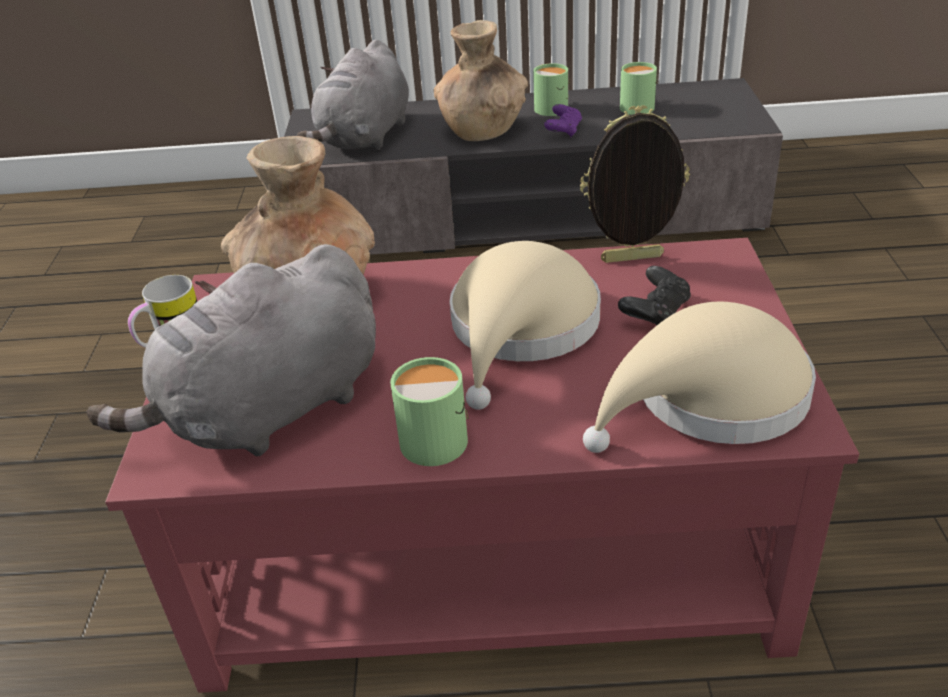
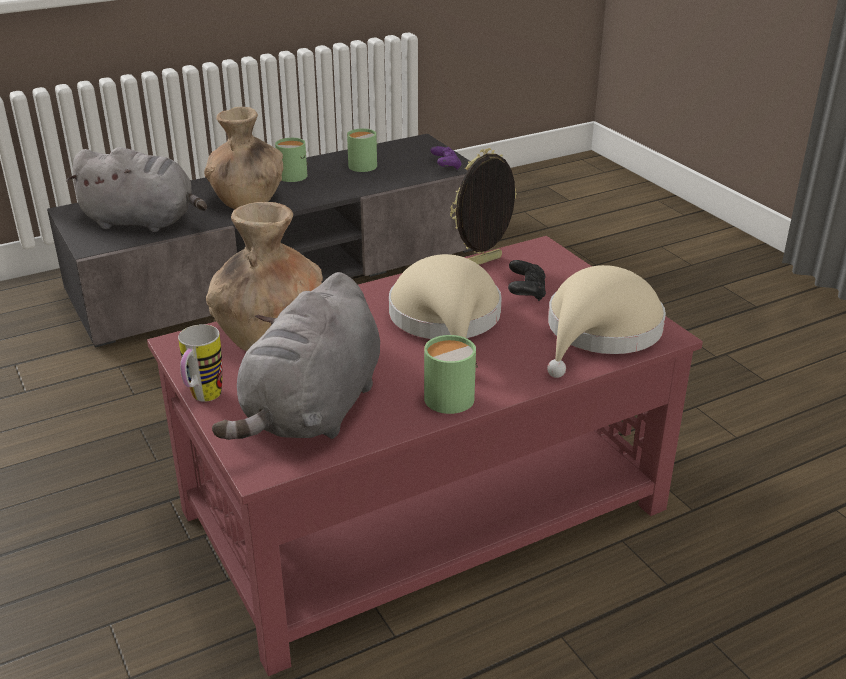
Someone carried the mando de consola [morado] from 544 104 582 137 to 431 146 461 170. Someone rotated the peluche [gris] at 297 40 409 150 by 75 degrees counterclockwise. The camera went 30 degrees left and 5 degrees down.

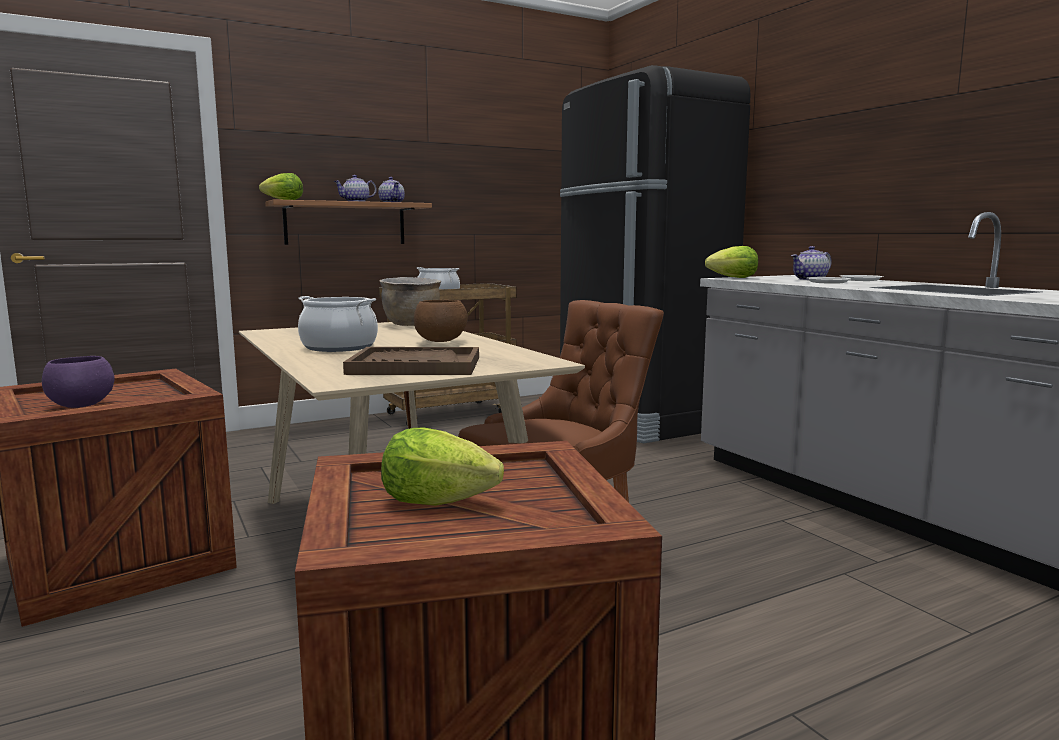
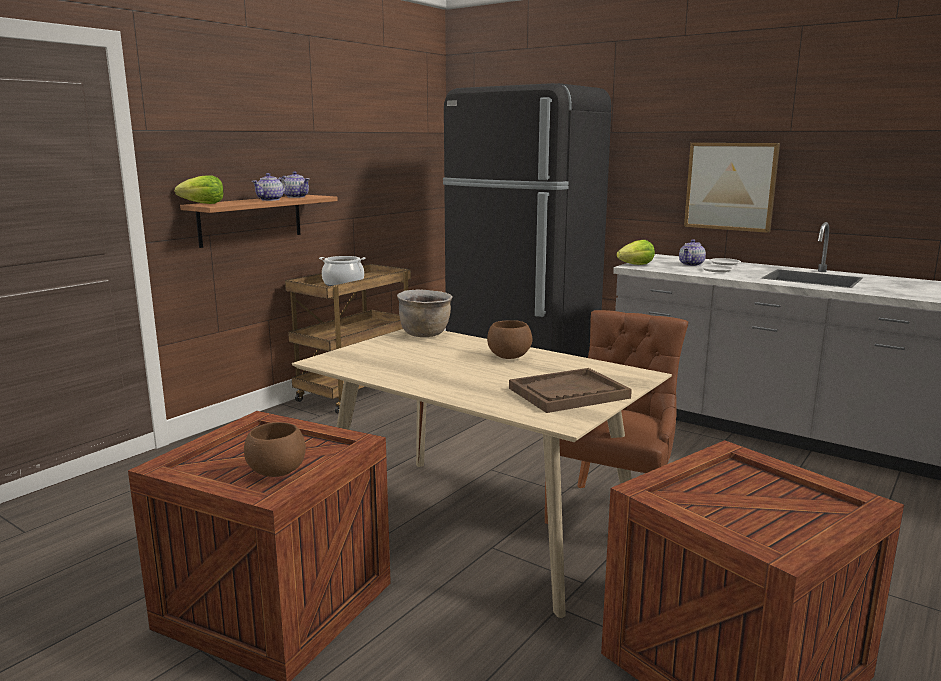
Someone took away the olla at 298 296 378 352. Someone took away the lechuga at 381 427 504 506. Someone put up the cuadro at 684 143 780 233. Someone repainted the cuenco [morado] at 42 356 115 408, which became the cuenco [marrón] at 244 422 306 477. The camera went 25 degrees left and 5 degrees up.

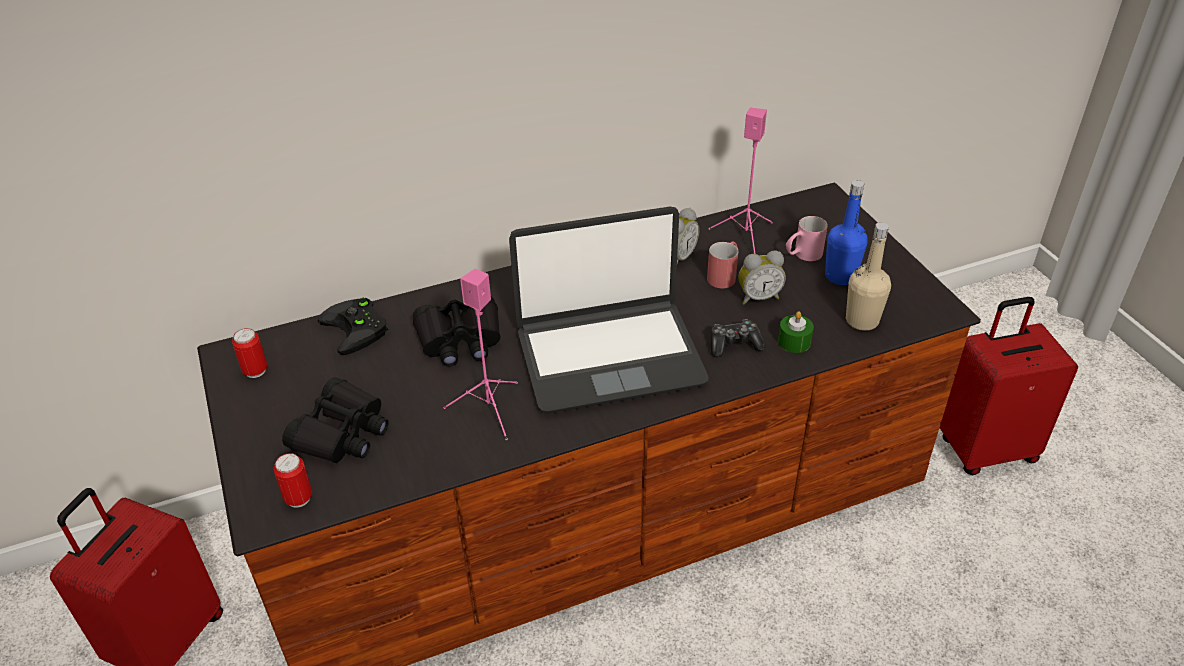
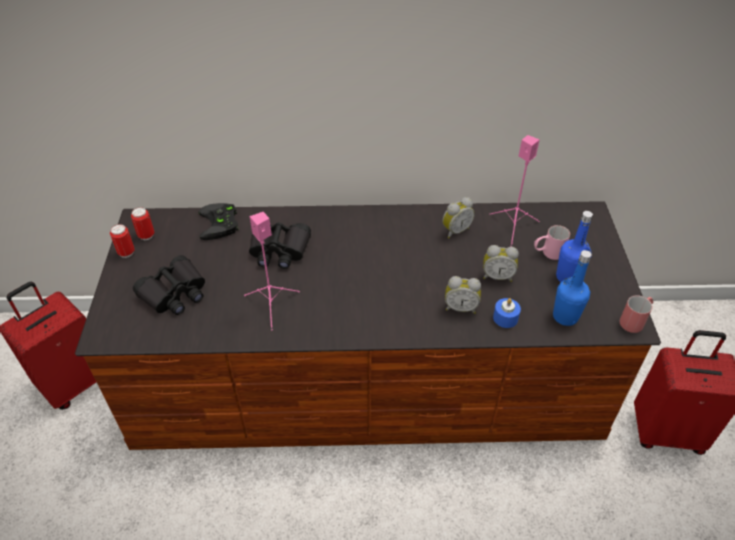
Someone took away the portátil at 509 207 709 414. Someone carried the lata from 273 453 312 508 to 110 224 135 258. Someone carried the taza grande [rojo] from 707 241 738 288 to 619 295 653 333. Someone swapped the mando de consola at 711 319 765 357 for the despertador at 445 276 481 314. Someone repainted the vela [verde] at 778 311 814 353, which became the vela [azul] at 493 298 521 328. Someone repainted the botella [beis] at 846 222 891 331, which became the botella [azul] at 553 250 592 326. The camera went 20 degrees right and 5 degrees up.

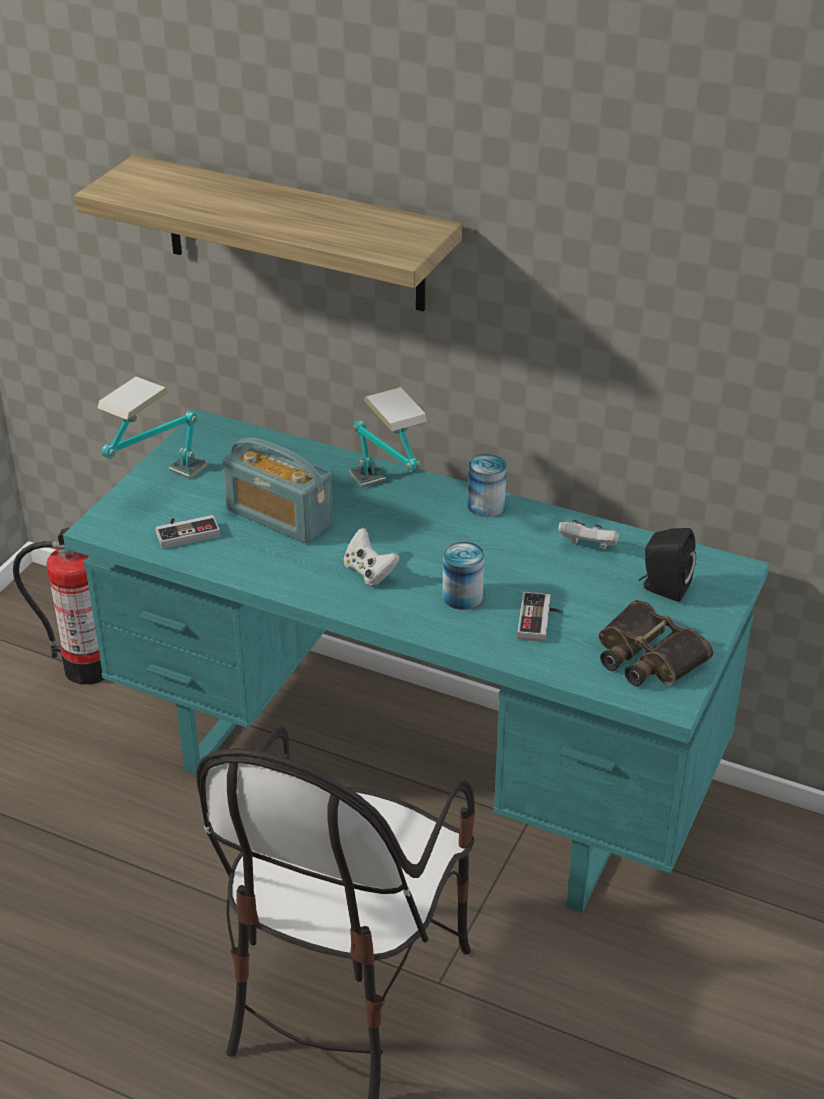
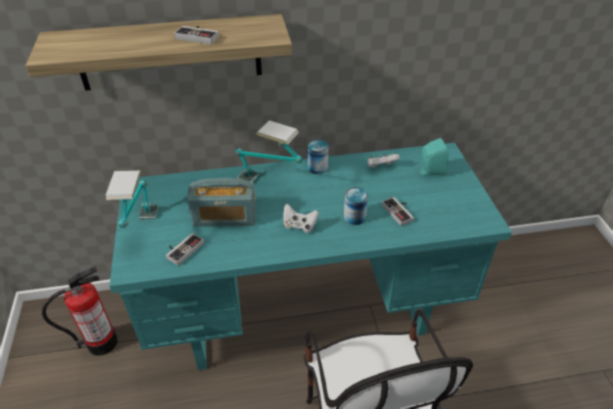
Someone took away the prismáticos at 598 600 713 686. Someone put down the mando de consola at 174 26 219 44. Someone repainted the altavoz [negro] at 639 528 696 602, which became the altavoz [turquesa] at 419 138 449 176. The camera went 35 degrees left and 5 degrees up.

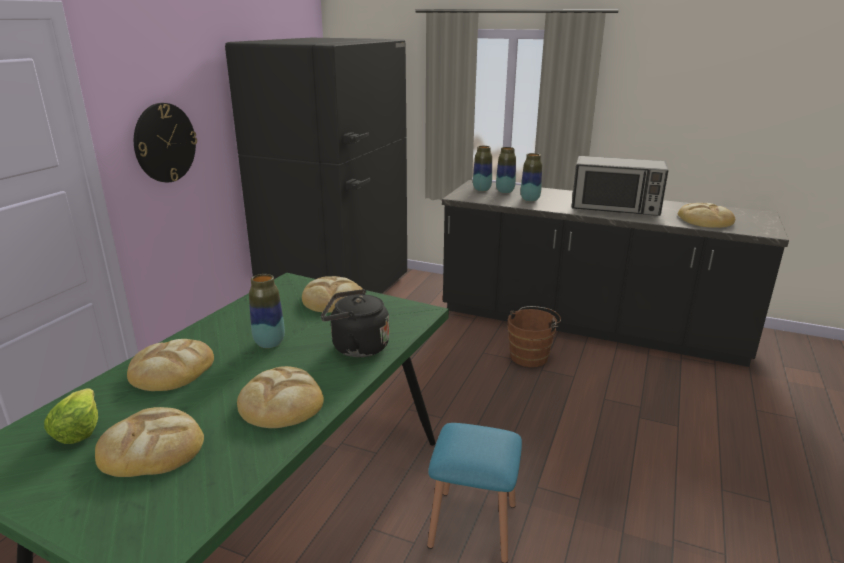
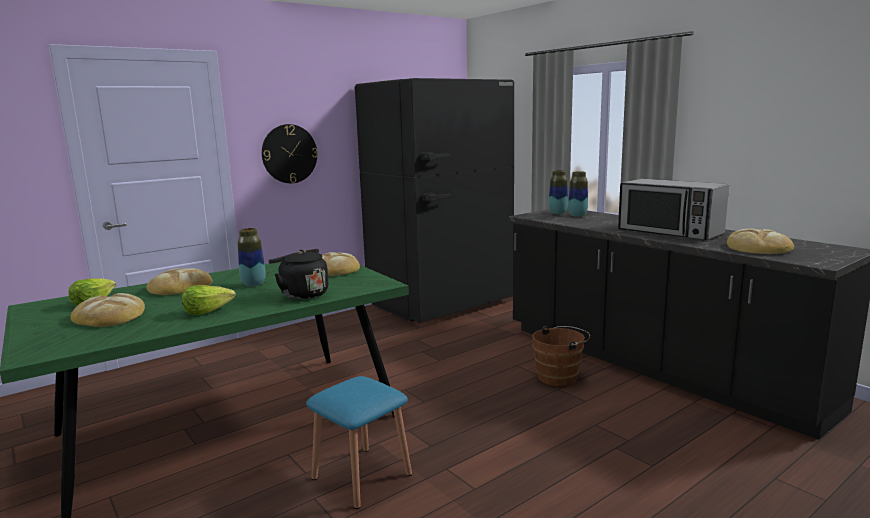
Someone took away the florero at 521 153 542 202. Someone swapped the pan at 237 366 324 428 for the lechuga at 182 285 236 315. The camera went 30 degrees right and 10 degrees down.

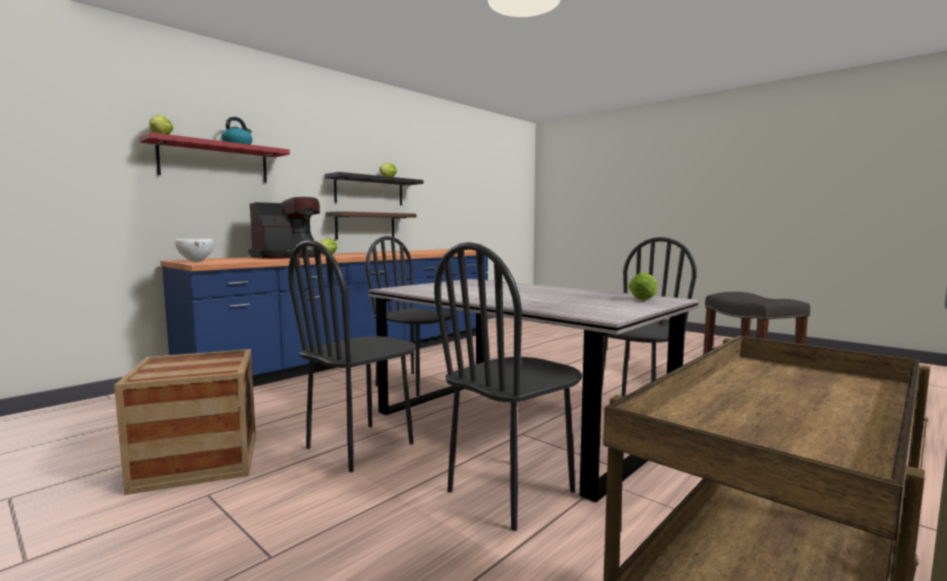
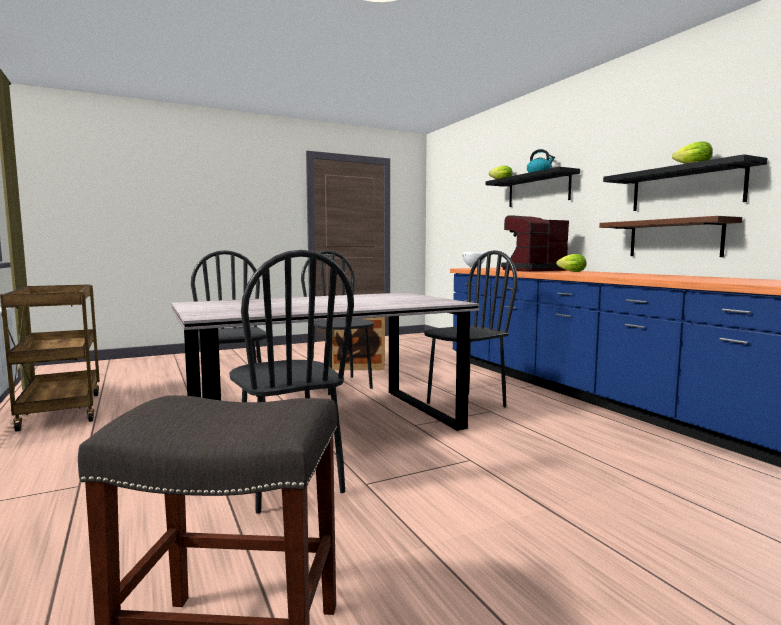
Someone took away the lechuga at 629 272 657 300. Someone repainted the estante [rojo] at 139 132 290 182, which became the estante [negro] at 486 167 580 207. Someone rotated the cafetera at 248 197 323 259 by 90 degrees clockwise. The camera went 110 degrees right and 0 degrees up.

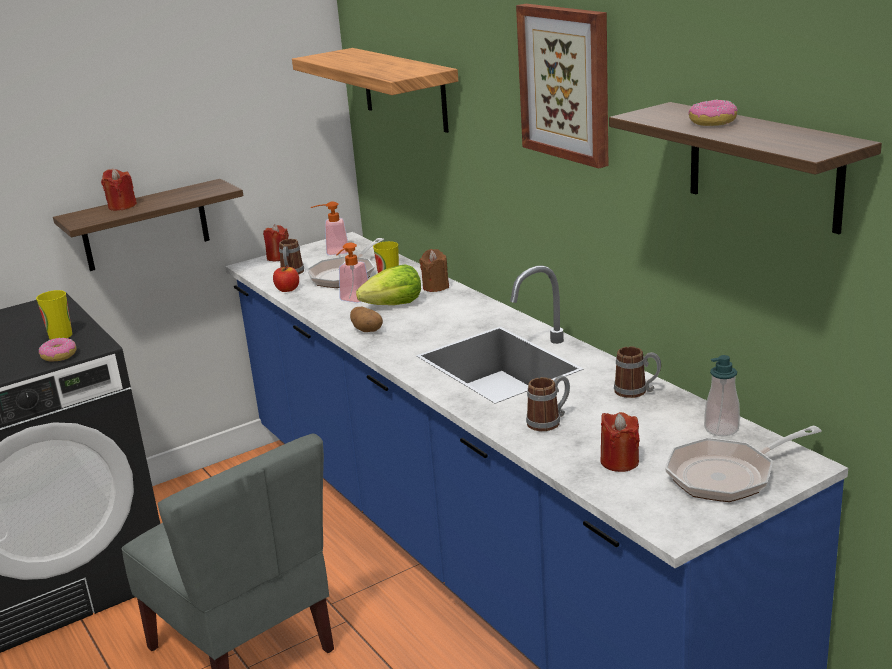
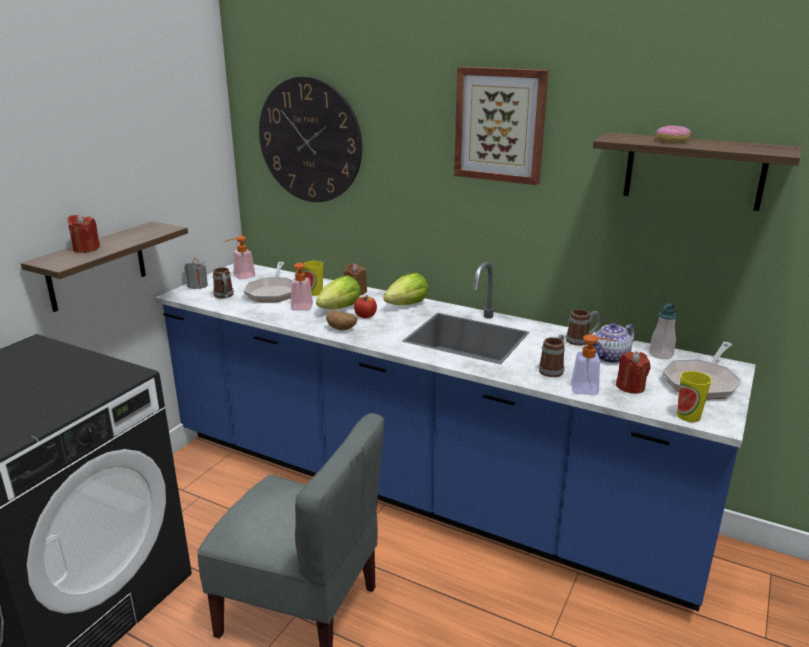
Someone took away the rosquilla at 39 338 77 361. Someone put down the lechuga at 383 273 429 305. Someone put down the dispensador de jabón at 571 334 617 395. Someone put down the tetera at 592 323 635 363. Someone carried the taza from 36 290 72 339 to 677 371 712 422. Someone carried the manzana from 273 265 299 292 to 354 295 377 318. Someone swapped the estante at 292 48 458 133 for the reloj de pared at 259 76 362 202. Someone repainted the vela [rojo] at 263 224 289 261, which became the vela [gris] at 184 258 208 289. The camera went 30 degrees left and 0 degrees up.

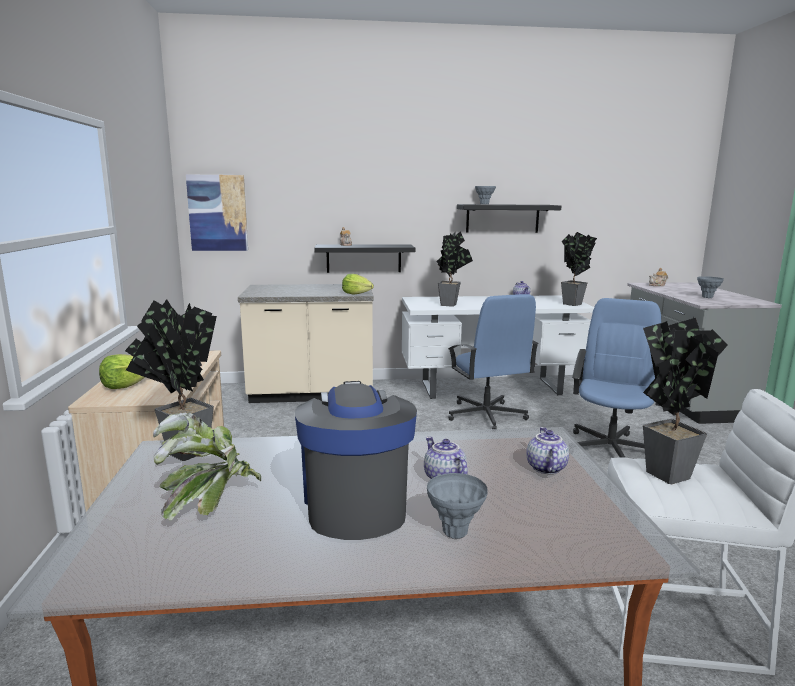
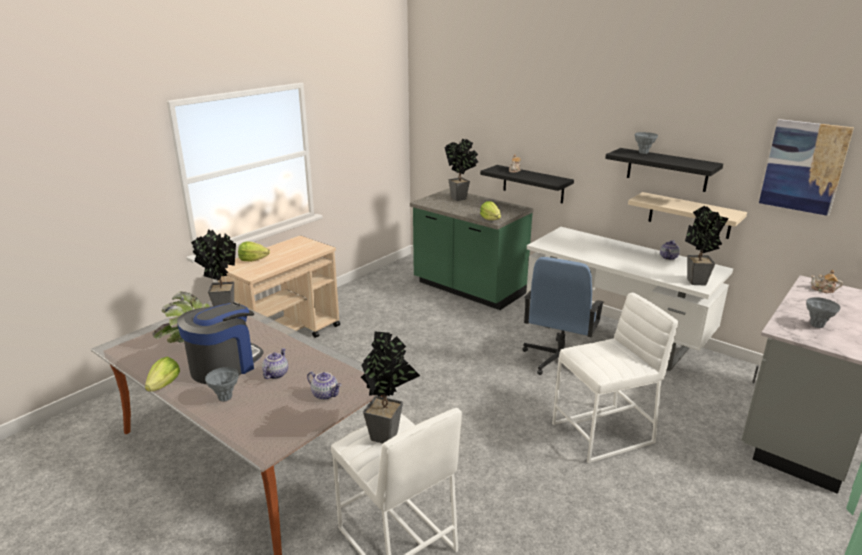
Someone put down the lechuga at 145 357 180 392. Someone put up the estante [beis] at 628 192 747 239. Someone carried the cuadro from 186 174 248 251 to 759 119 854 216. Someone carried the planta en maceta from 436 231 473 307 to 444 139 478 201. Someone swapped the silla de oficina [azul] at 572 298 661 458 for the taburete [blanco] at 552 293 678 463. Someone repainted the mueble bajo de cocina [beis] at 238 284 374 403, which became the mueble bajo de cocina [verde] at 410 189 534 310. Someone rotated the tetera at 526 427 569 474 by 75 degrees clockwise. The camera went 45 degrees right and 10 degrees up.

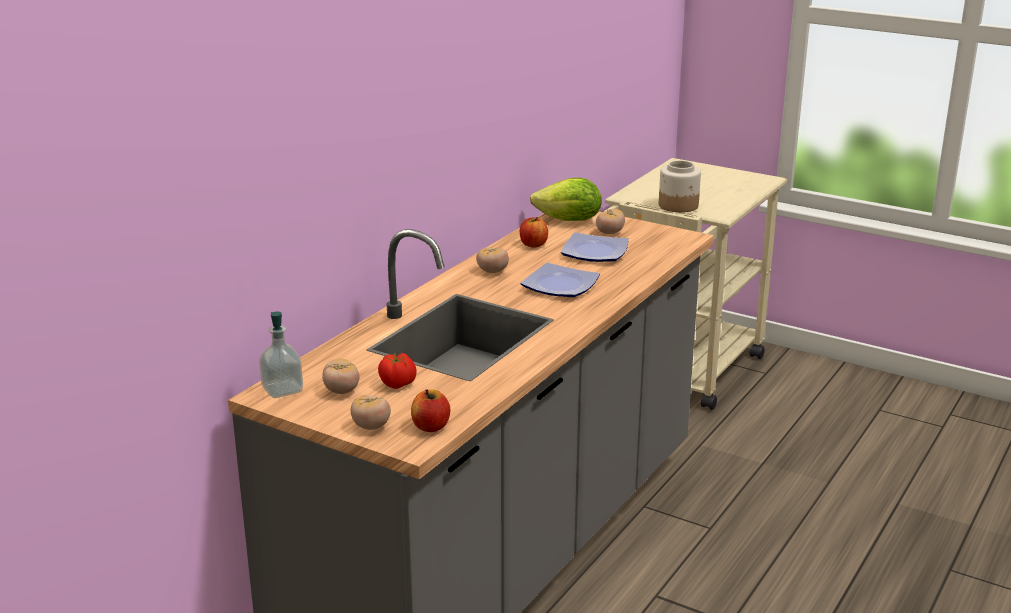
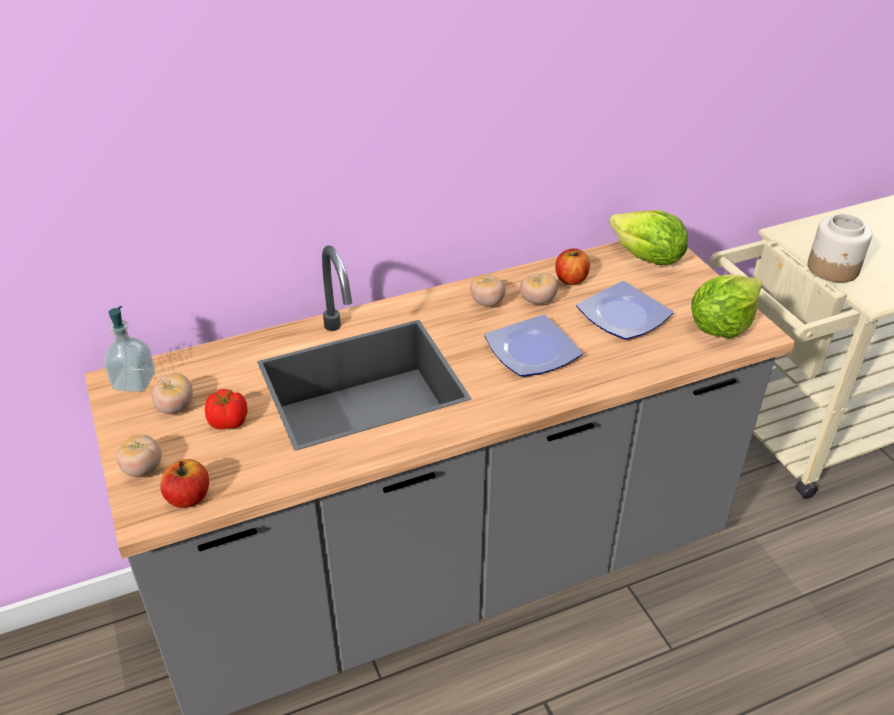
Someone put down the lechuga at 691 274 762 338. Someone carried the tomate from 596 209 625 234 to 520 273 558 304. The camera went 35 degrees right and 15 degrees up.

